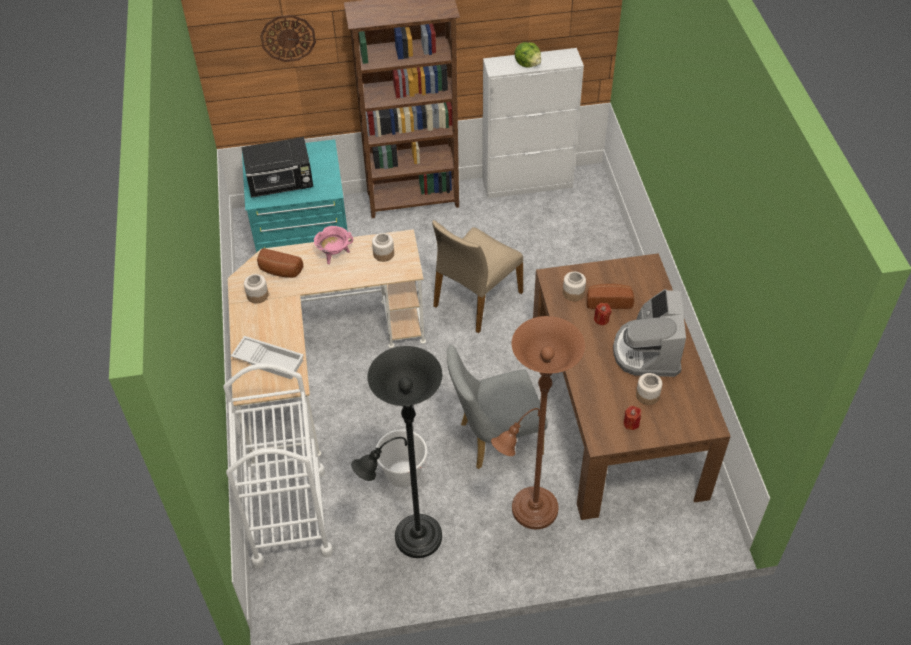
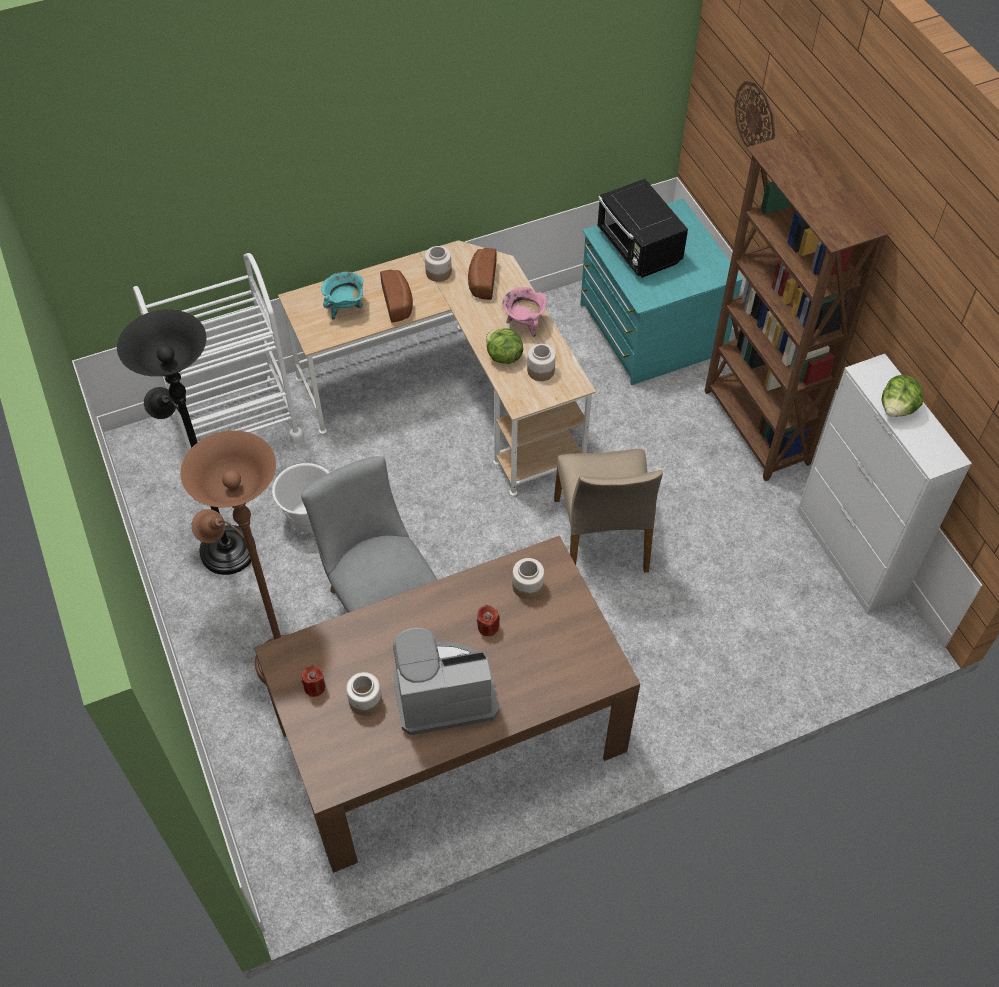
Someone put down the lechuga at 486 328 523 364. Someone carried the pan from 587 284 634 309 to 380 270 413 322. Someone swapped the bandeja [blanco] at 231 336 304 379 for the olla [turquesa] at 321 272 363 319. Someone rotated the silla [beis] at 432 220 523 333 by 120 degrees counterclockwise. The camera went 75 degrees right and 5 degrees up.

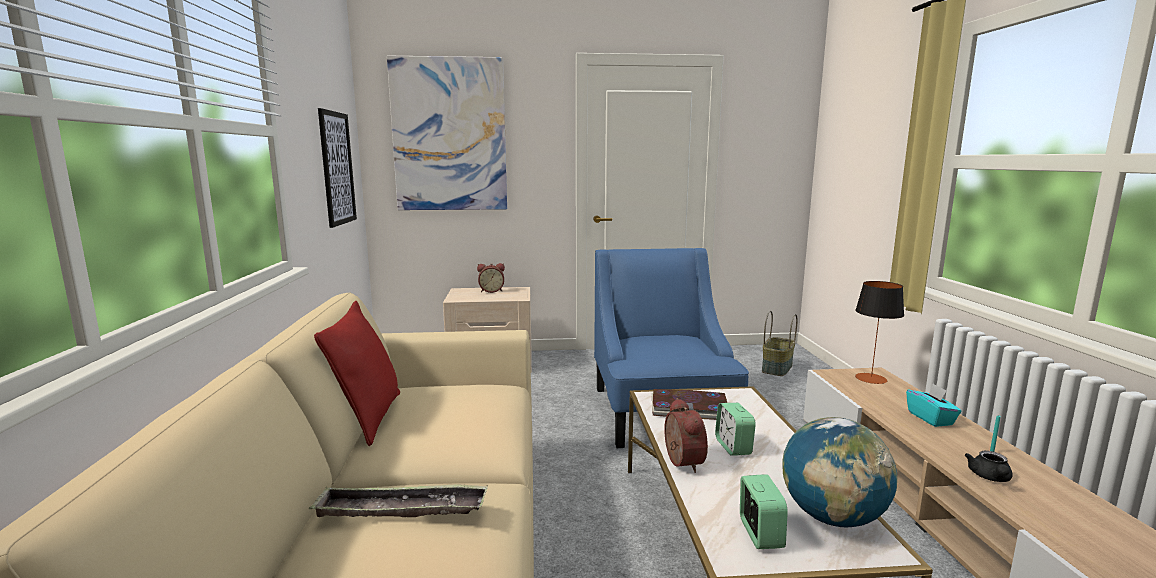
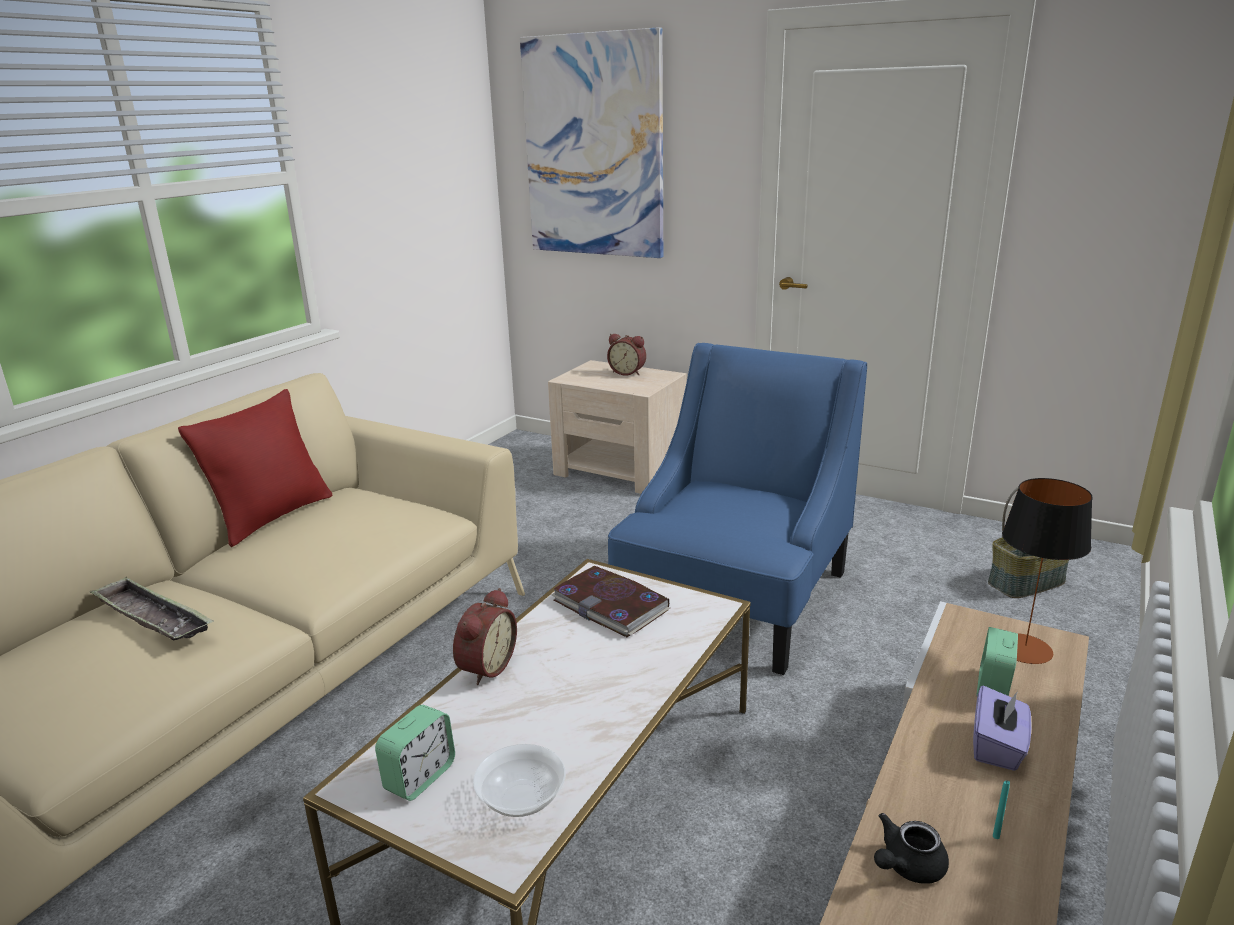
Someone took away the cuadro at 318 108 357 228. Someone carried the despertador from 715 403 756 456 to 977 627 1018 696. Someone swapped the globo terráqueo at 782 417 897 527 for the cuenco at 473 744 566 817. Someone repainted the caja de pañuelos [turquesa] at 906 383 962 427, which became the caja de pañuelos [morado] at 973 686 1031 771. The camera went 35 degrees right and 10 degrees up.

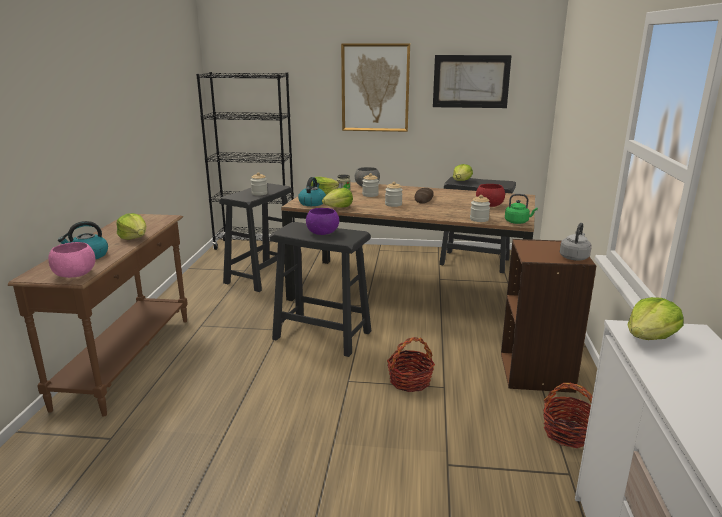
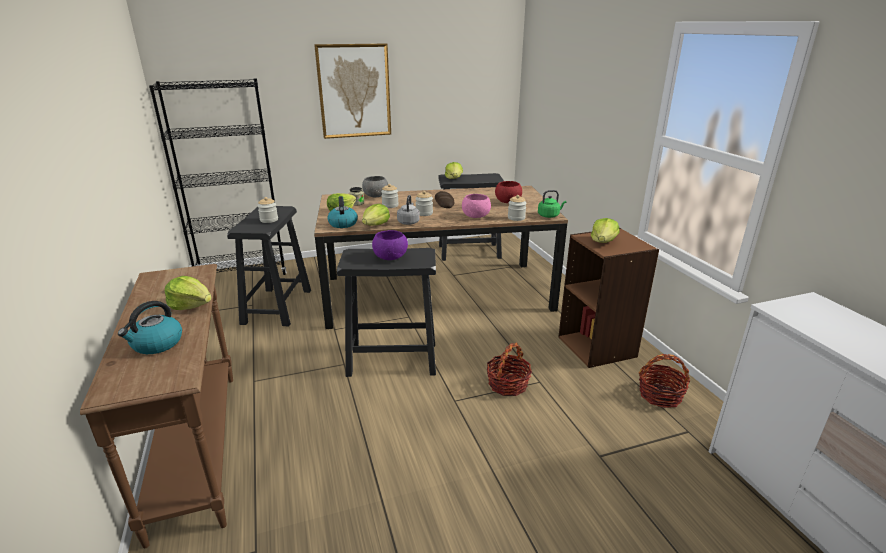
Someone took away the cuadro at 433 55 512 108. Someone carried the cuenco [rosa] from 48 242 95 278 to 462 194 491 218. Someone carried the hervidor [gris] from 560 223 592 261 to 397 195 420 225. Someone carried the lechuga from 627 297 684 340 to 591 218 619 243. The camera went 25 degrees left and 5 degrees up.

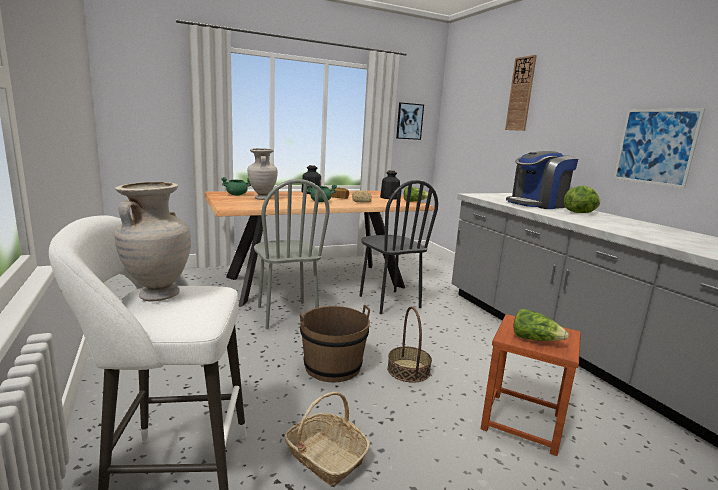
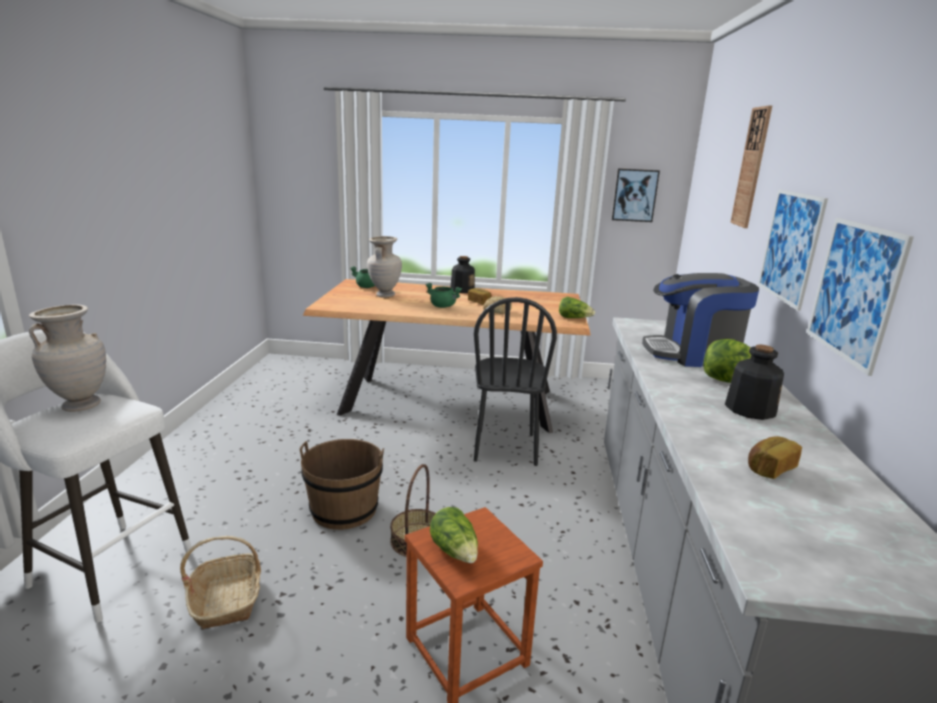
Someone took away the silla [gris] at 254 179 330 329. Someone put down the pan at 748 436 802 479. Someone put up the cuadro at 758 189 828 311. Someone carried the botella from 380 170 400 200 to 725 345 784 420. The camera went 30 degrees right and 5 degrees up.

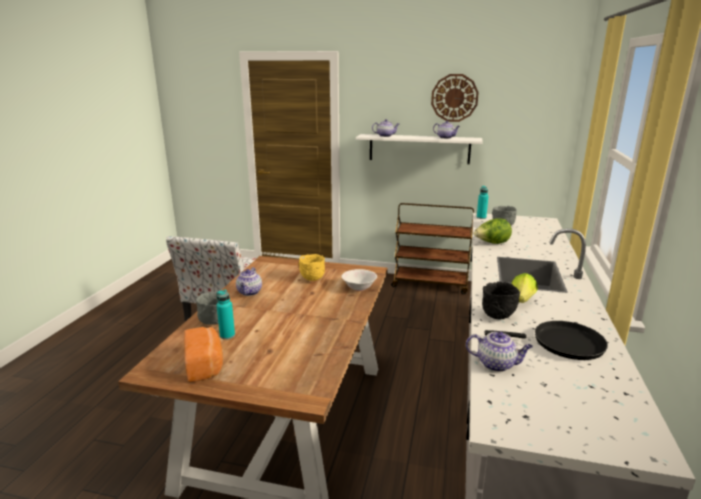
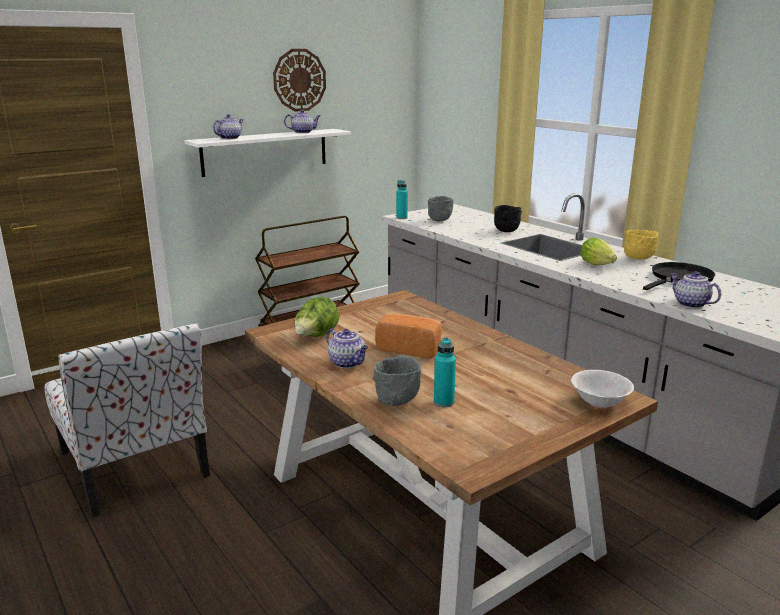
Someone carried the pan from 184 327 223 382 to 375 314 442 358. Someone carried the cuenco [amarillo] from 299 254 325 281 to 624 229 658 260. Someone carried the cuenco [blanco] from 342 269 377 291 to 571 370 634 408. Someone carried the lechuga from 474 218 512 244 to 294 297 339 337. Someone carried the cuenco [negro] from 482 281 520 320 to 494 205 522 232. Someone rotated the tetera at 466 332 533 372 by 90 degrees counterclockwise. The camera went 50 degrees left and 0 degrees up.

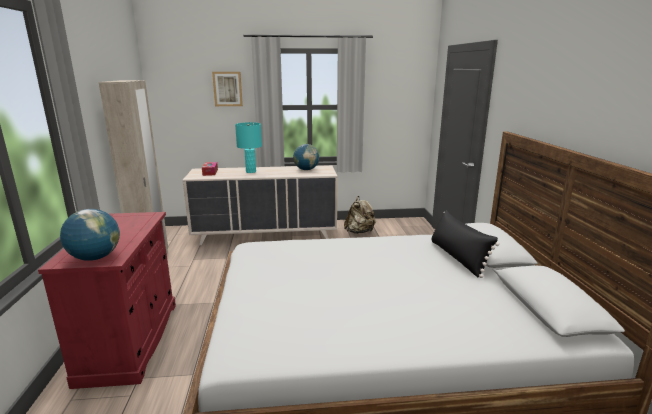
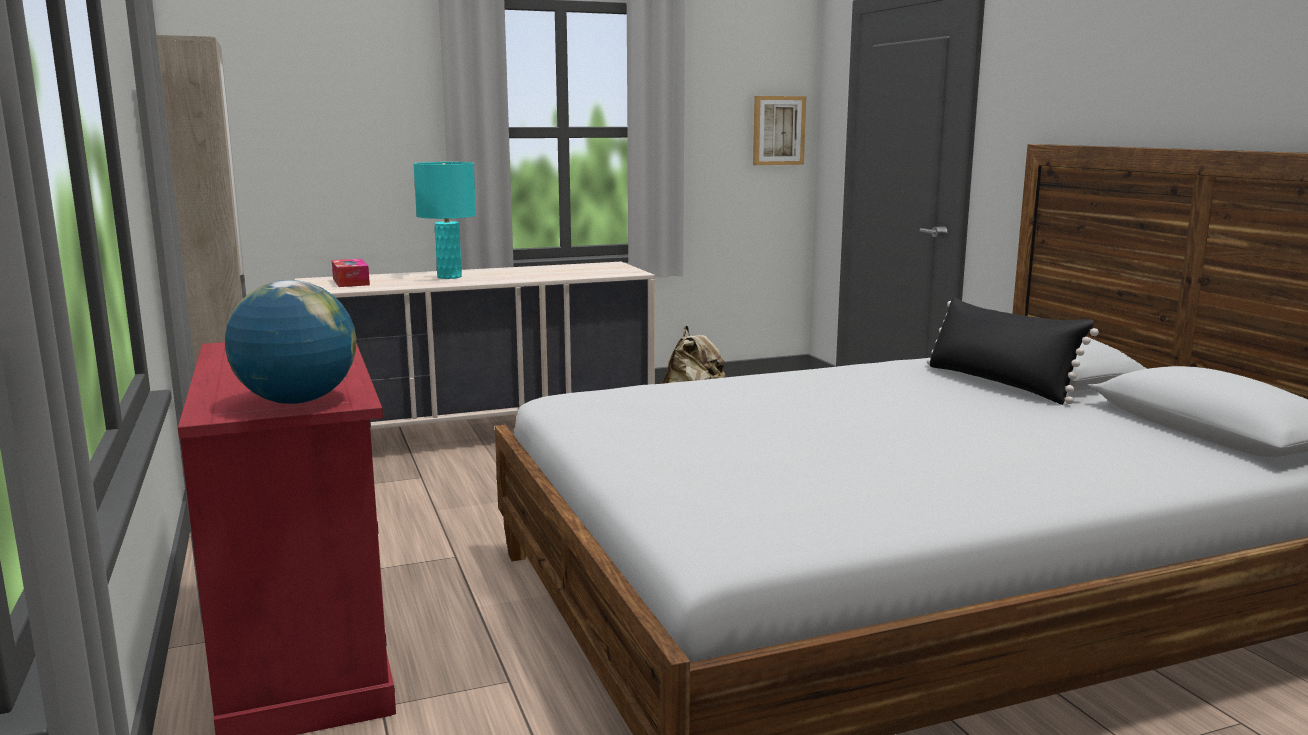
Someone took away the globo terráqueo at 293 144 319 170. Someone carried the cuadro from 212 72 243 106 to 753 96 806 165. The camera went 15 degrees left and 5 degrees down.

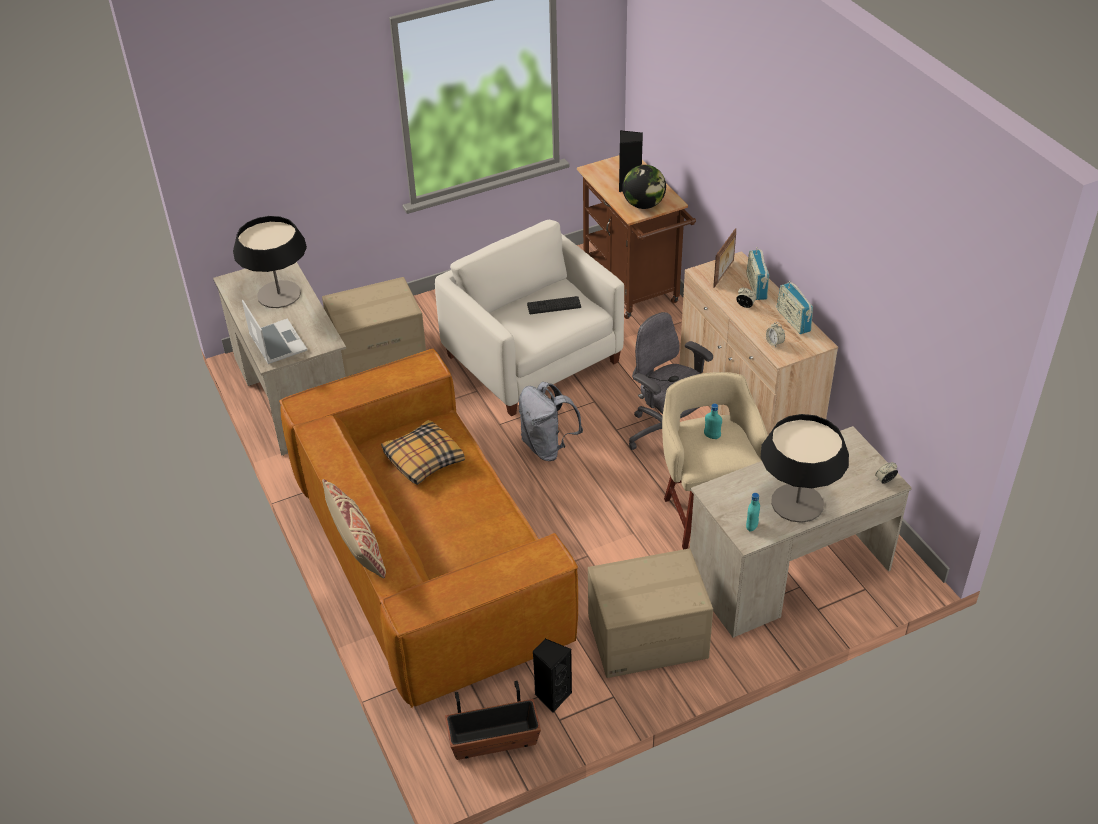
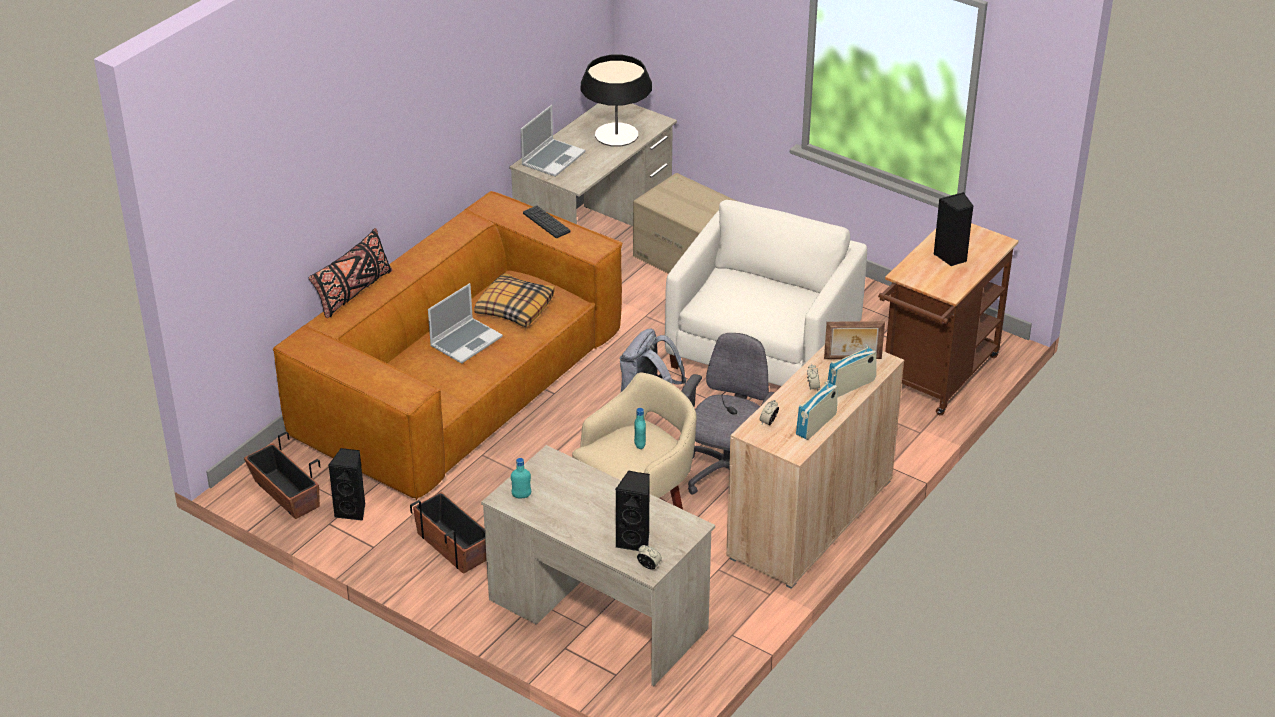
Someone took away the globo terráqueo at 622 165 666 209. Someone took away the lámpara de mesa at 761 414 849 523. Someone put down the portátil at 428 283 503 364. Someone put down the altavoz [negro] at 615 470 650 551. Someone carried the teclado from 527 296 581 314 to 523 205 571 238. Someone swapped the caja de cartón at 588 548 713 678 for the maceta at 410 492 487 574. Someone repainted the cojín [beis] at 322 479 386 578, which became the cojín [negro] at 309 228 392 318. The camera went 60 degrees right and 5 degrees down.

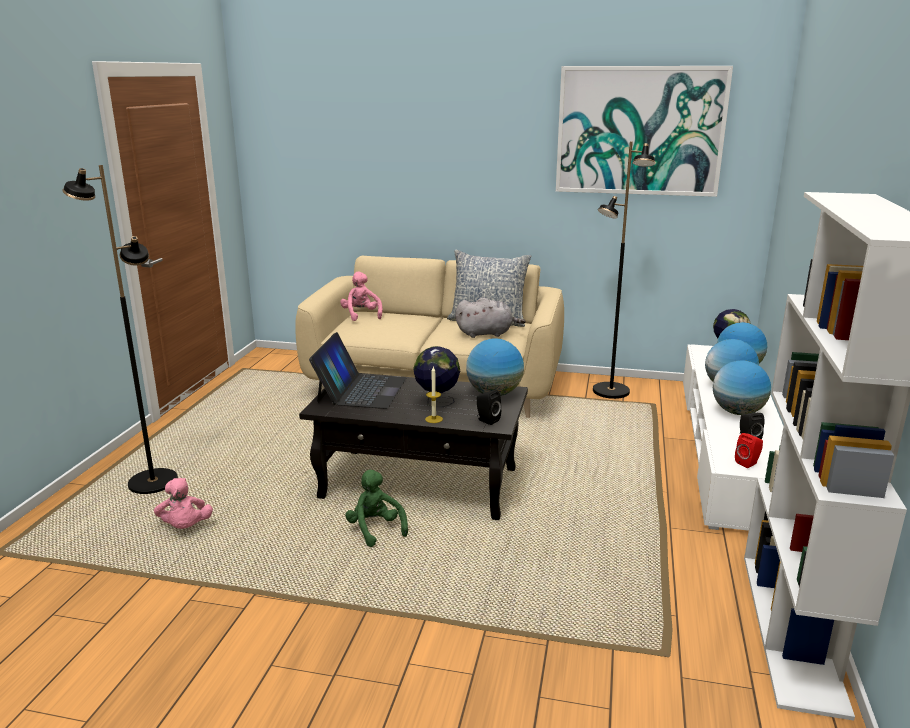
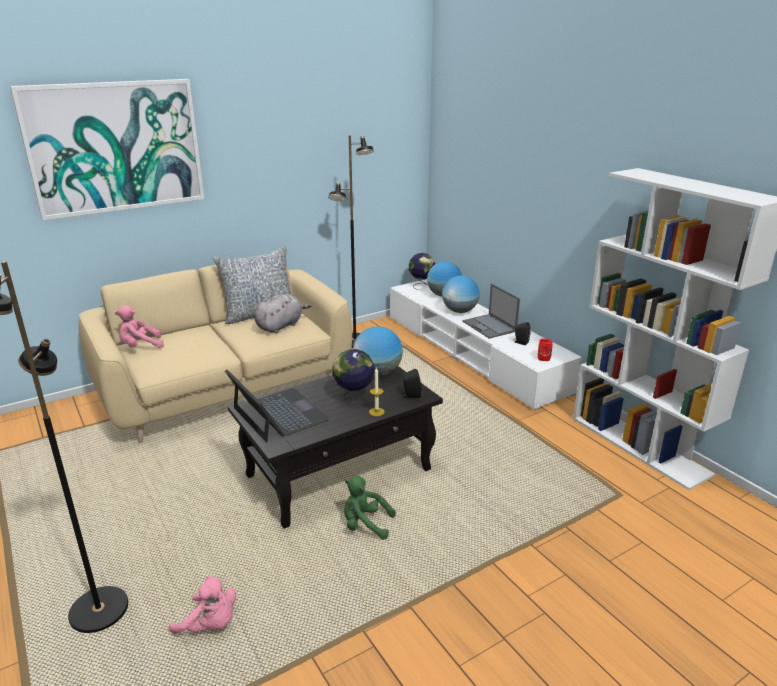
Someone carried the cuadro from 556 66 733 197 to 10 79 204 220. Someone swapped the globo terráqueo at 713 360 771 415 for the portátil at 463 284 520 339. Someone rotated the peluche [rosa] at 340 272 383 321 by 45 degrees counterclockwise. The camera went 45 degrees left and 5 degrees up.

